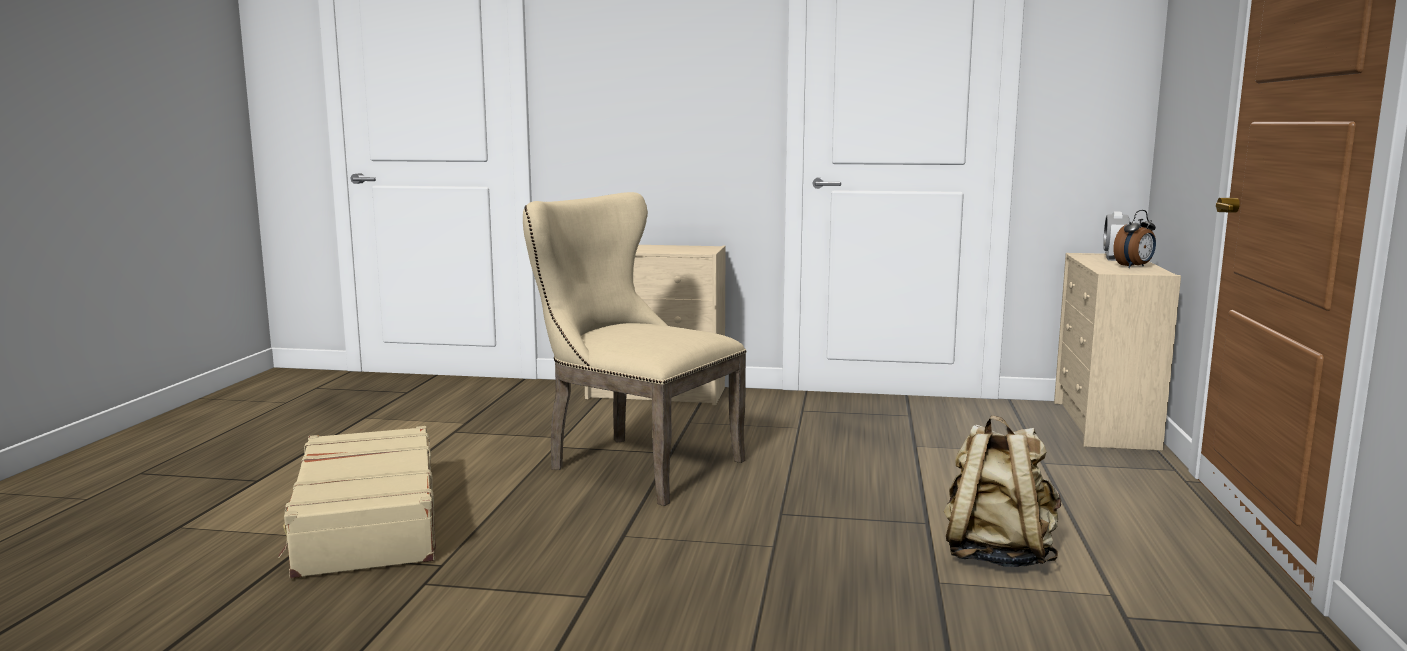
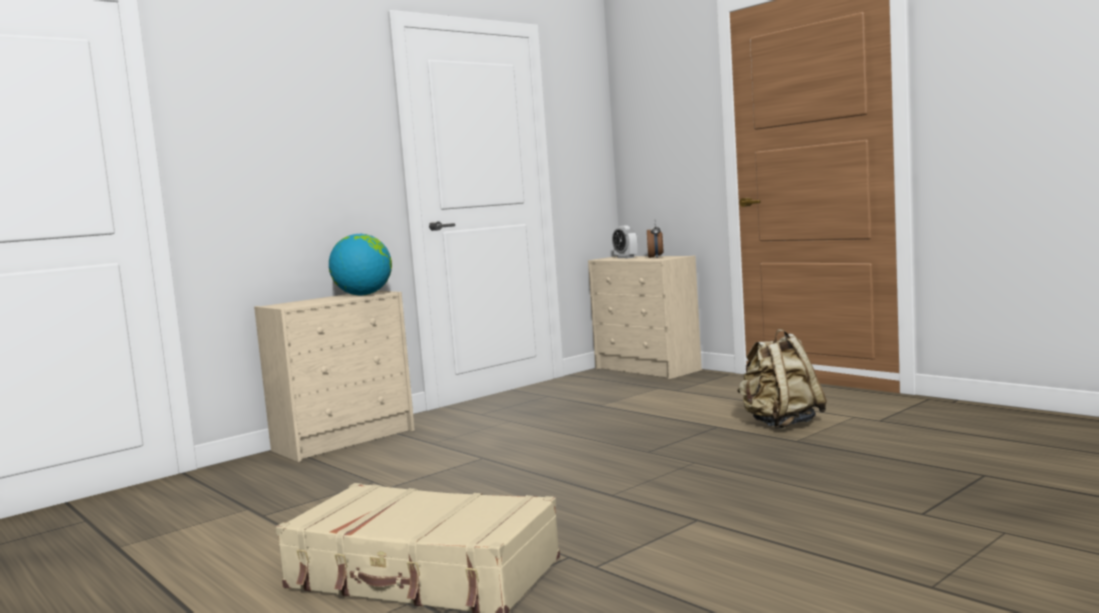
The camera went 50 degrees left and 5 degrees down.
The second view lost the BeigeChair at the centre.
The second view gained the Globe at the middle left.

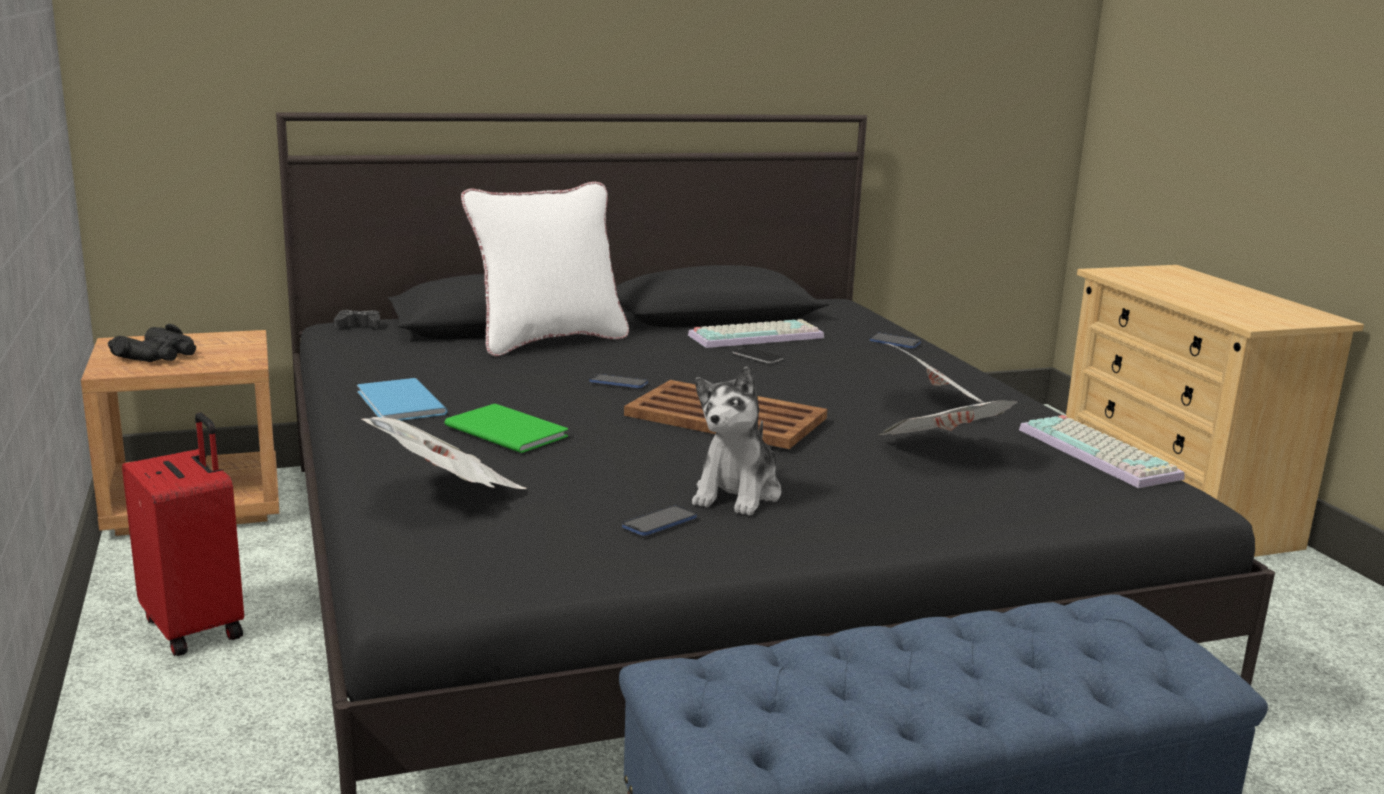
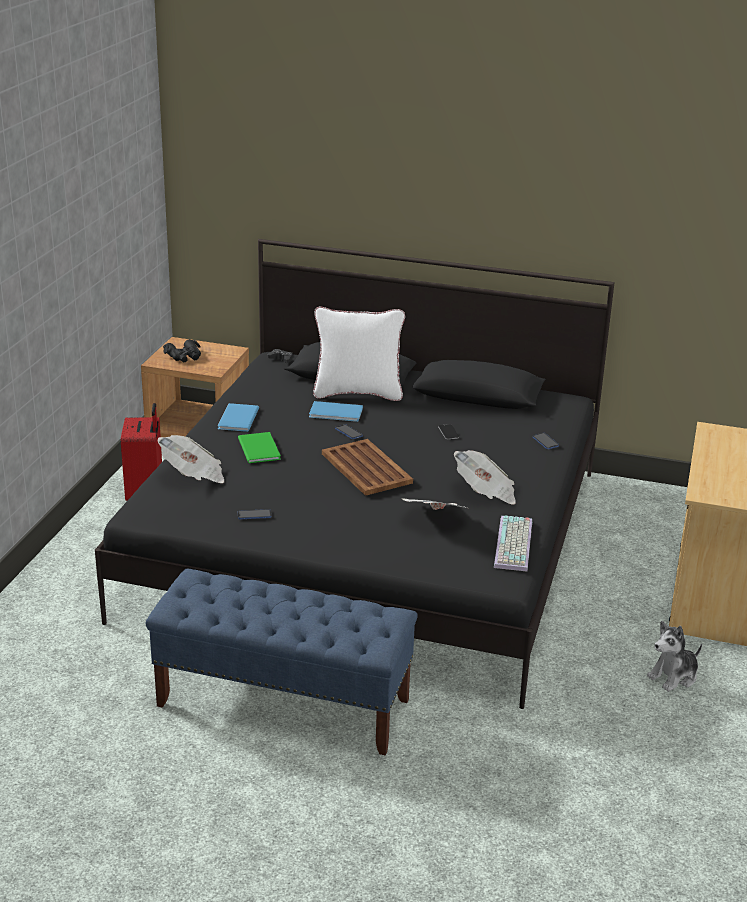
The camera went 35 degrees right and 10 degrees up.
The second view lost the Keyboard (no. 1 from left) at the centre.
The PlushToy ended up elsewhere, having gone from the centre to the bottom right.
The second view gained the BlueBook (no. 2 from left) at the centre.

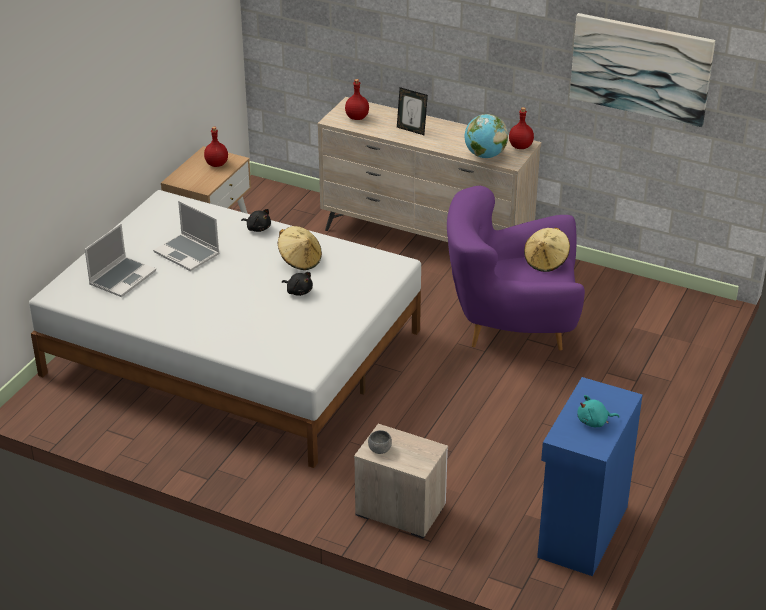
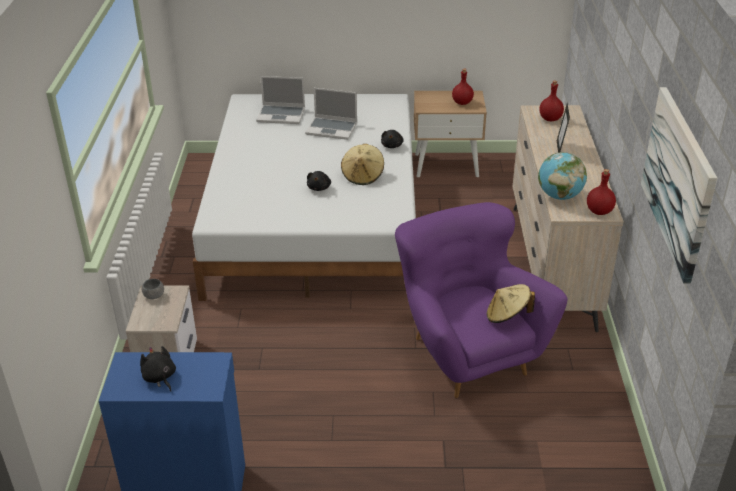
The camera went 65 degrees right and 0 degrees up.
The Laptop (no. 2 from left) at the middle left ended up facing another way, 90 degrees counterclockwise from before.
What was the TurquoisePlushToy at the bottom right turned into the BlackPlushToy (no. 1 from left) at the bottom left.

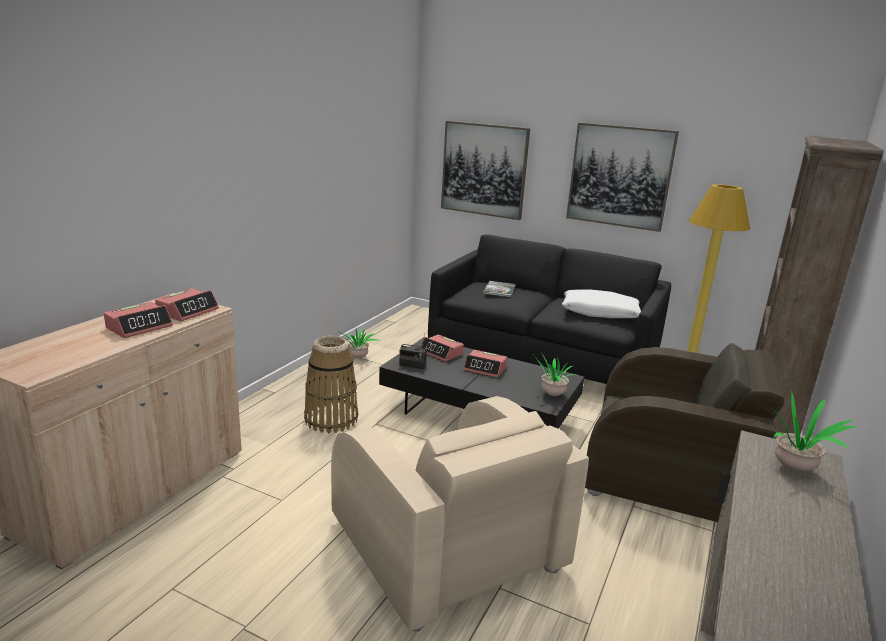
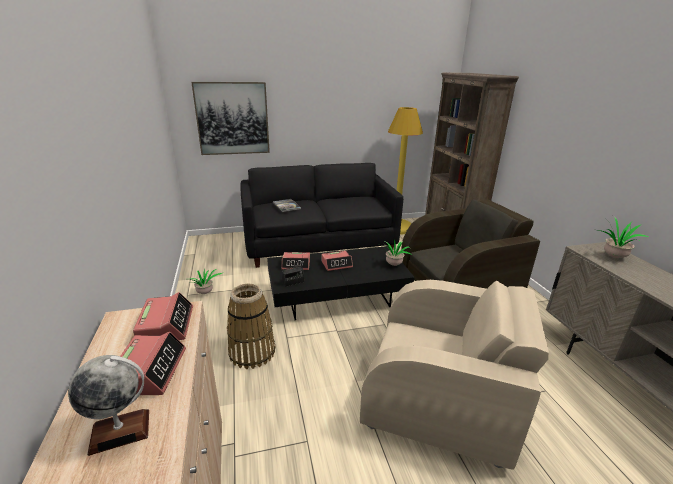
The camera went 40 degrees left and 5 degrees up.
The second view lost the Picture (no. 2 from left) at the top right.
The second view lost the WhitePillow at the middle right.
The second view gained the Globe at the bottom left.

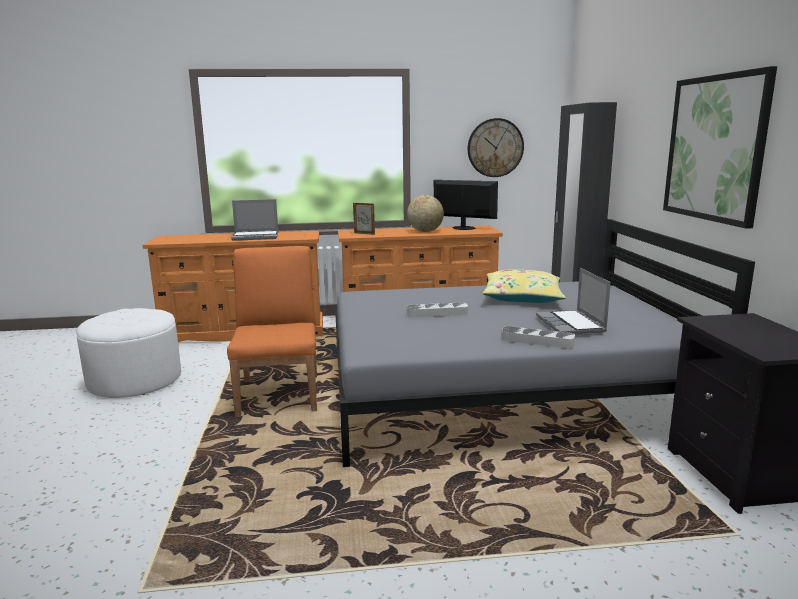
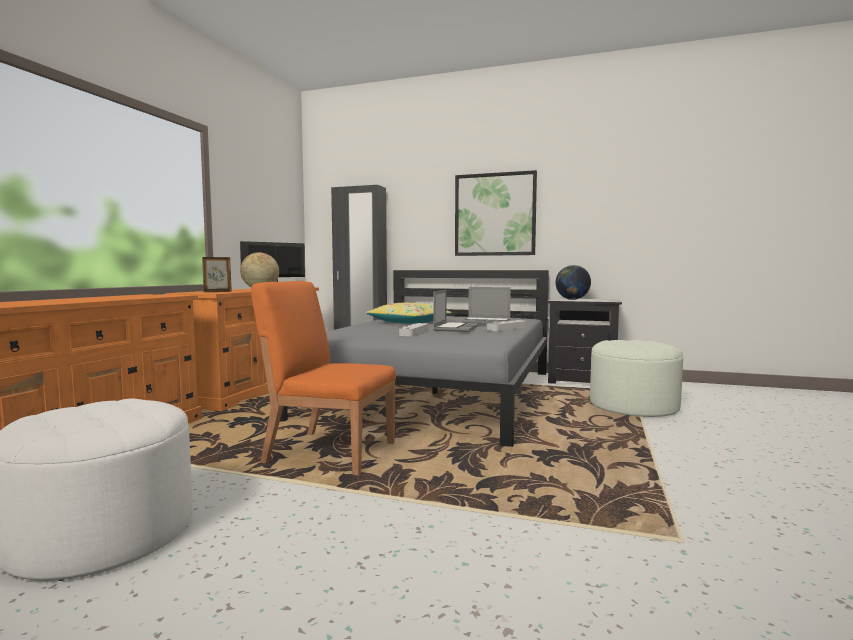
The camera went 65 degrees left and 10 degrees down.
The second view lost the WallClock at the top centre.
The Laptop (no. 1 from left) ended up elsewhere, having gone from the middle left to the centre.
The second view gained the Globe (no. 2 from left) at the middle right.
The second view gained the WhiteOttoman (no. 2 from left) at the middle right.

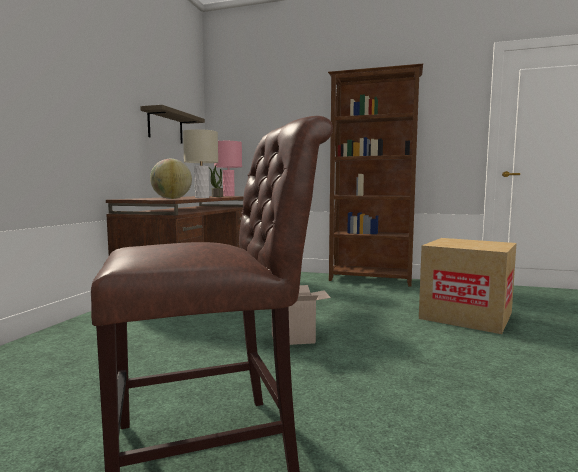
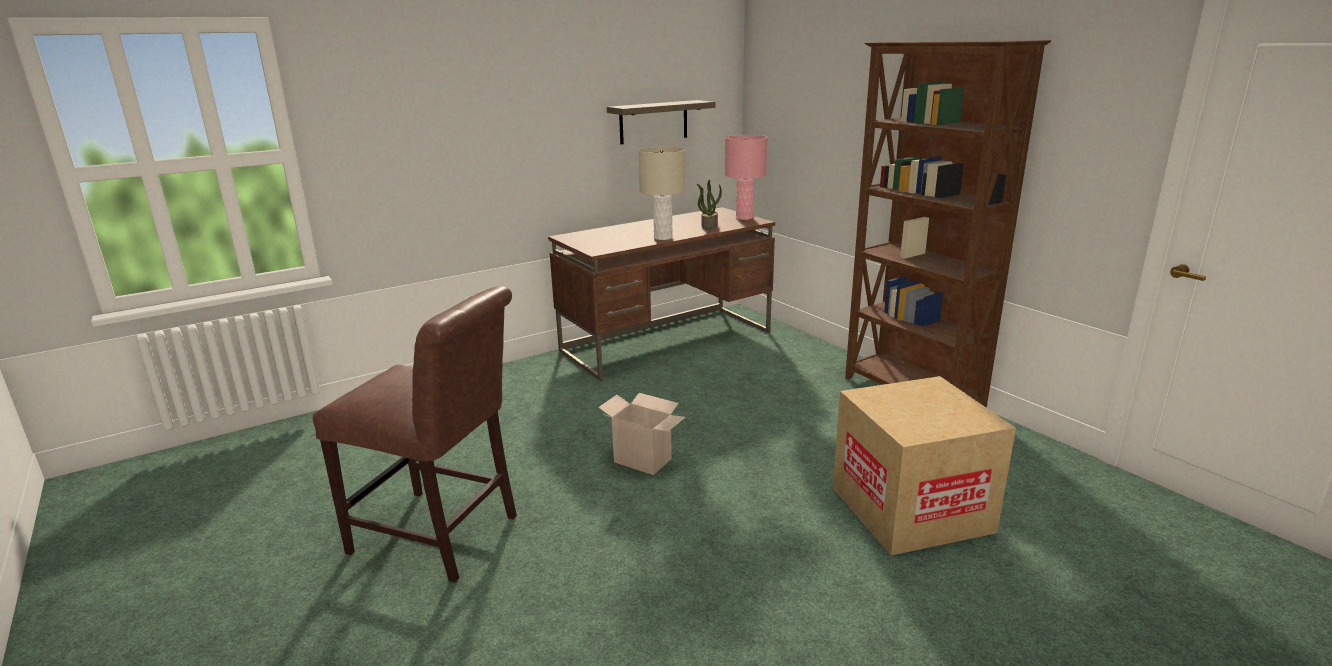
The camera went 40 degrees right and 15 degrees up.
The second view lost the Globe at the middle left.

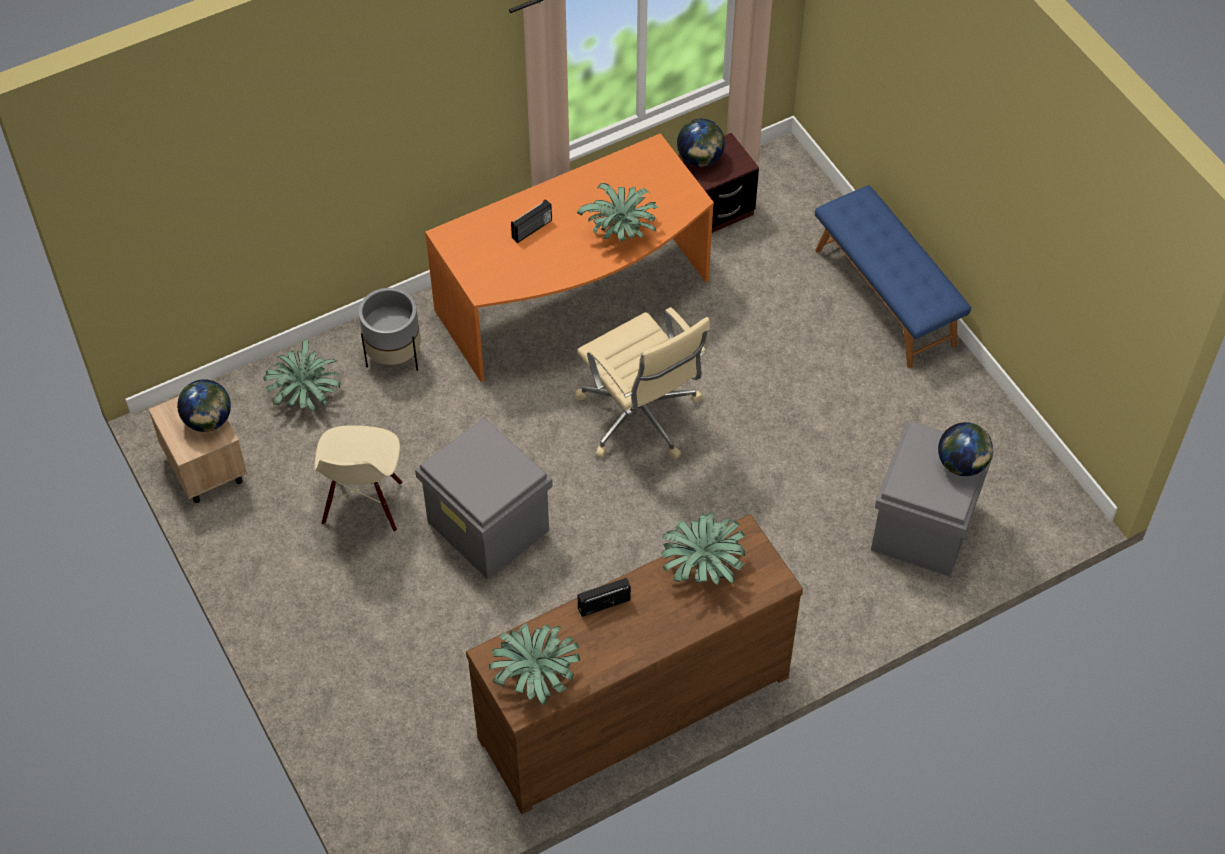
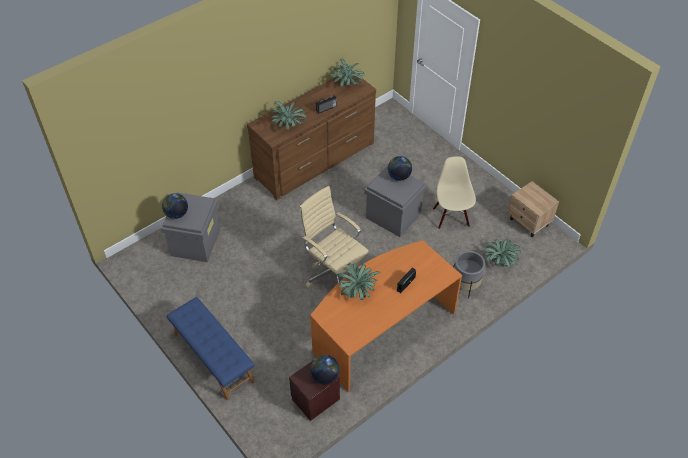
The camera went 170 degrees right and 5 degrees down.
The Globe (no. 1 from left in the first image) ended up elsewhere, having gone from the middle left to the centre.

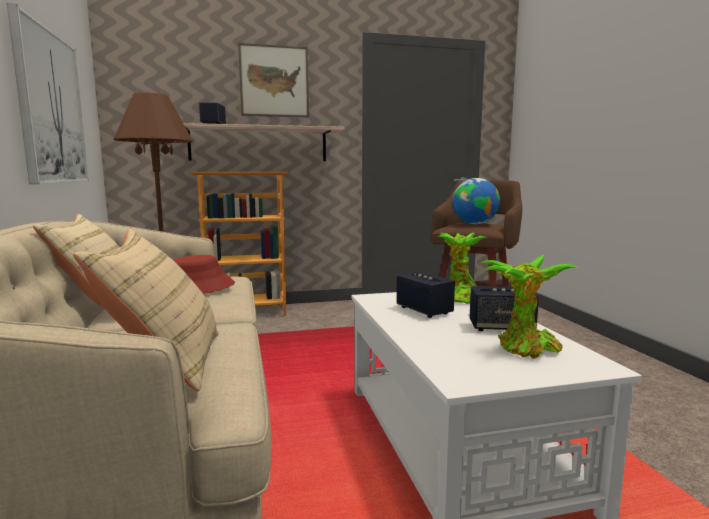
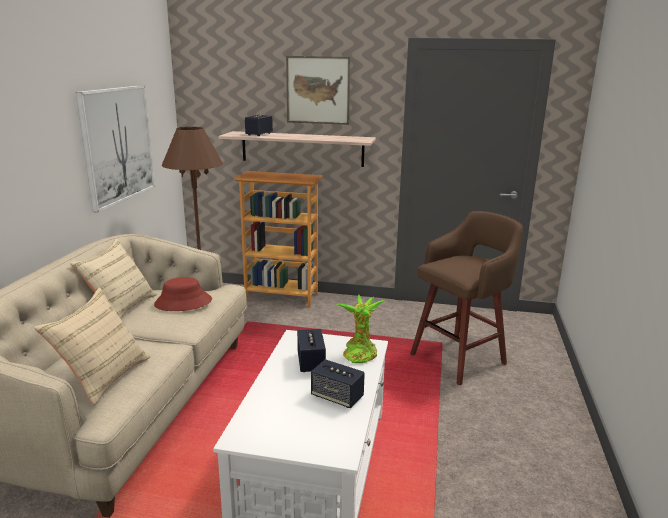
The camera went 25 degrees right and 10 degrees up.
The second view lost the Globe at the middle right.
The second view lost the PottedPlant (no. 2 from left) at the middle right.

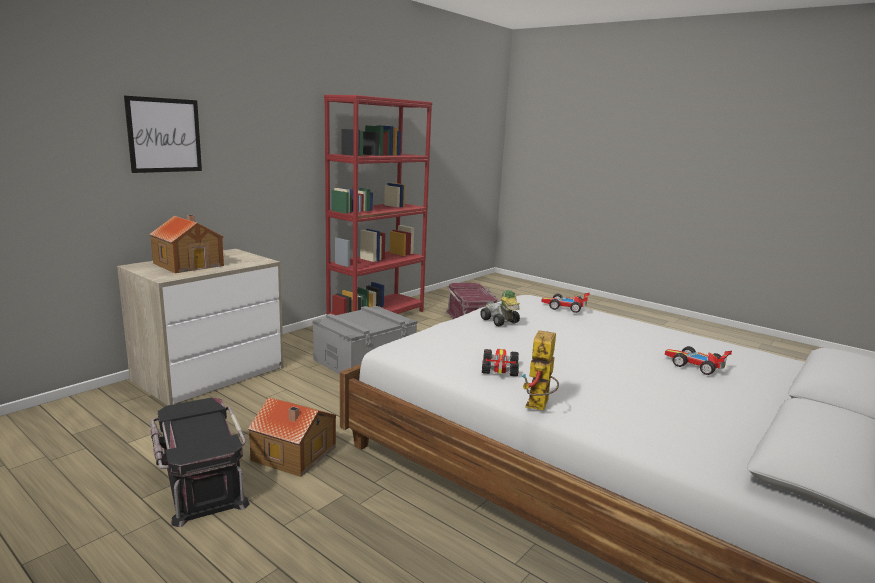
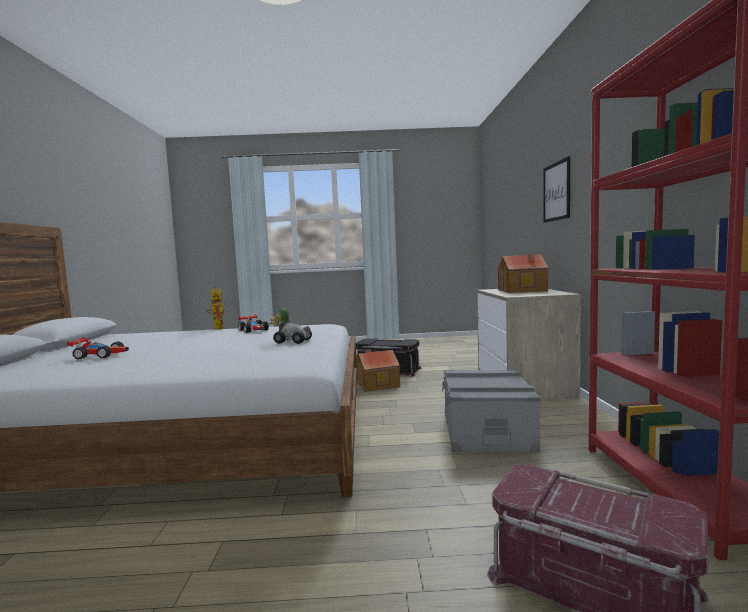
The camera went 140 degrees right and 10 degrees down.
The second view lost the ToyCar (no. 3 from left) at the centre.

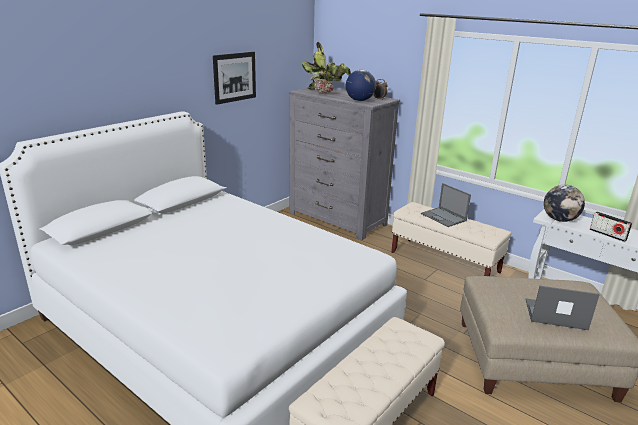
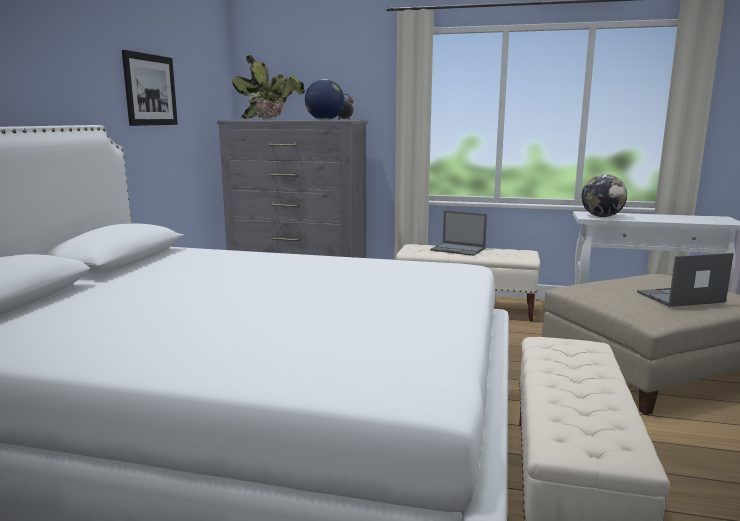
The camera went 25 degrees left and 10 degrees down.
The second view lost the Radio at the middle right.

